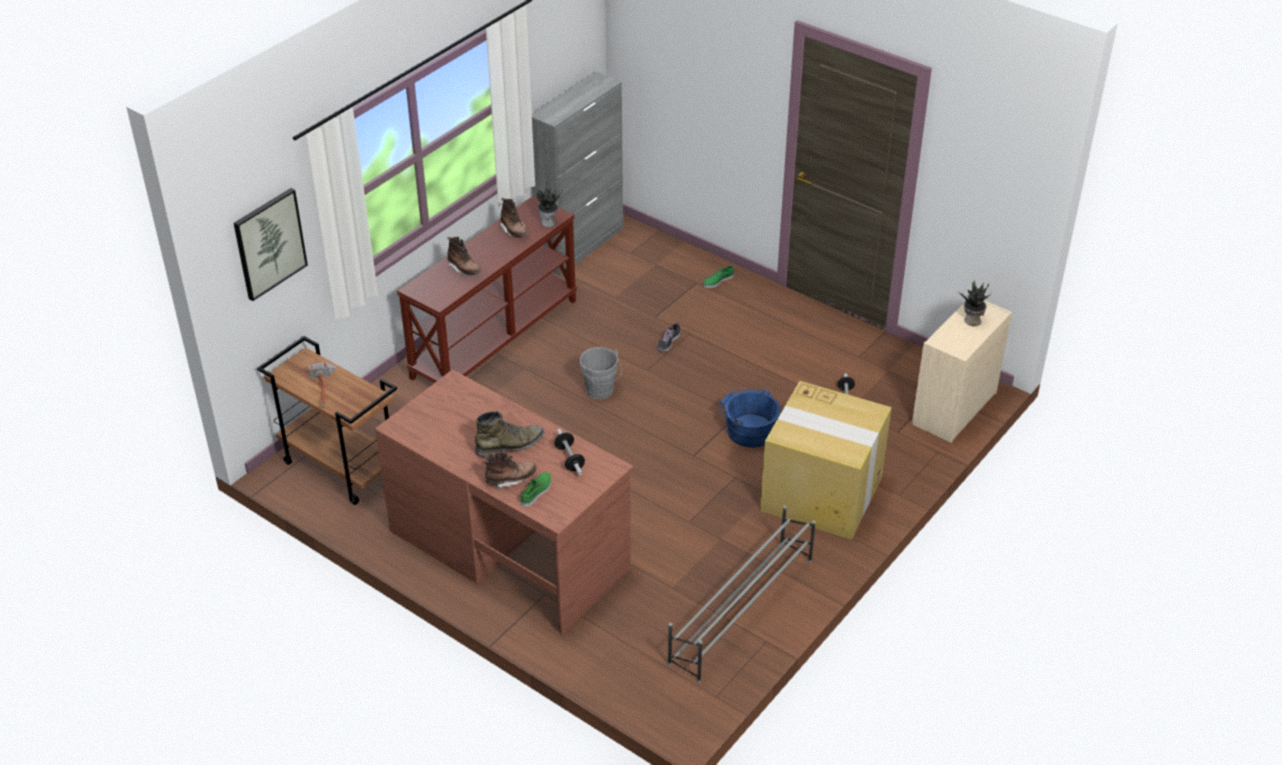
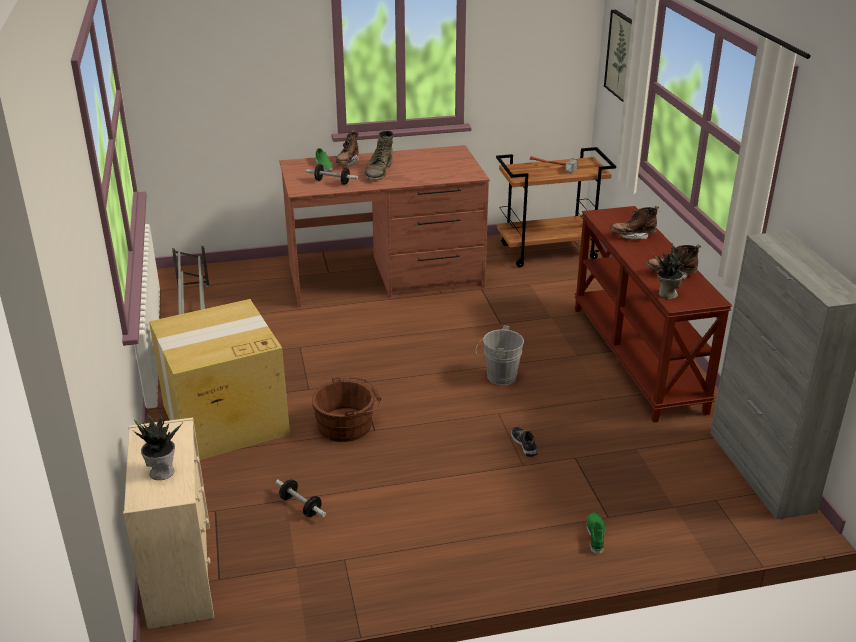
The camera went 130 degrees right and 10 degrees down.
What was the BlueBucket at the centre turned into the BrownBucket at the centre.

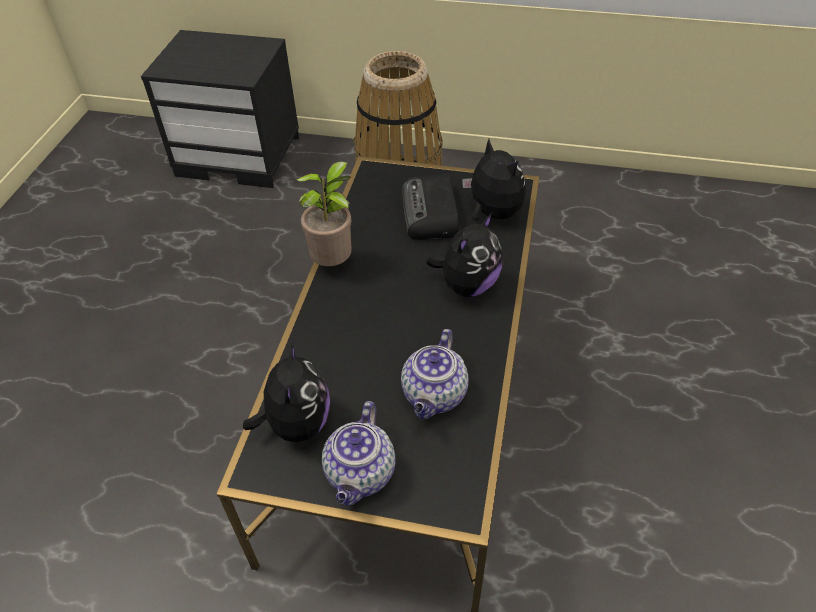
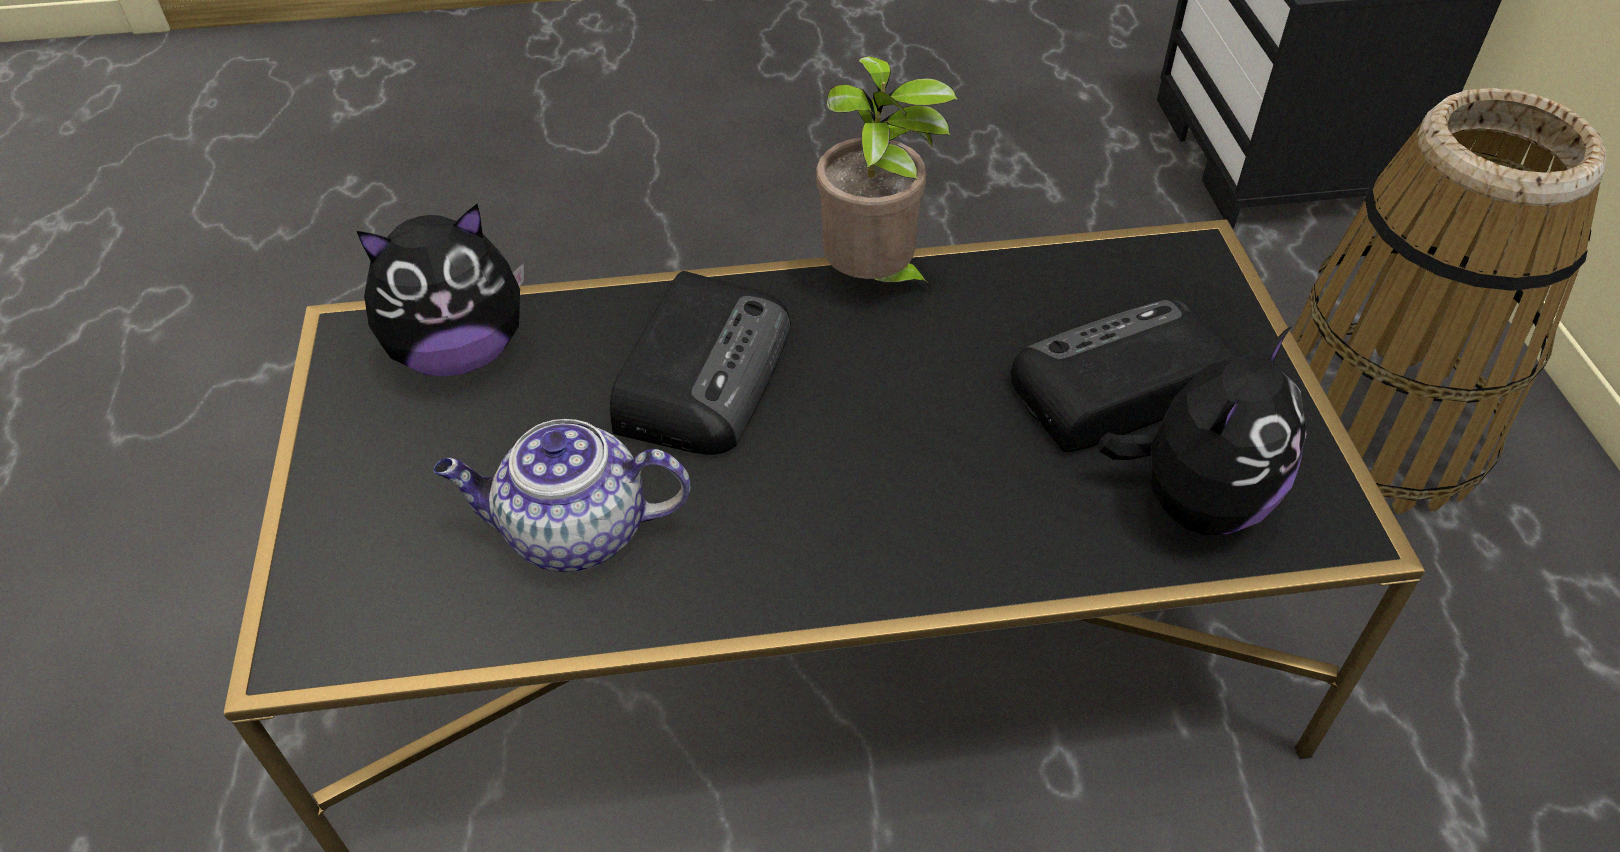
The camera went 70 degrees right and 0 degrees up.
The second view lost the PlushToy (no. 2 from left) at the centre.
The second view lost the Teapot (no. 1 from left) at the bottom centre.
The second view gained the Radio (no. 1 from left) at the centre.

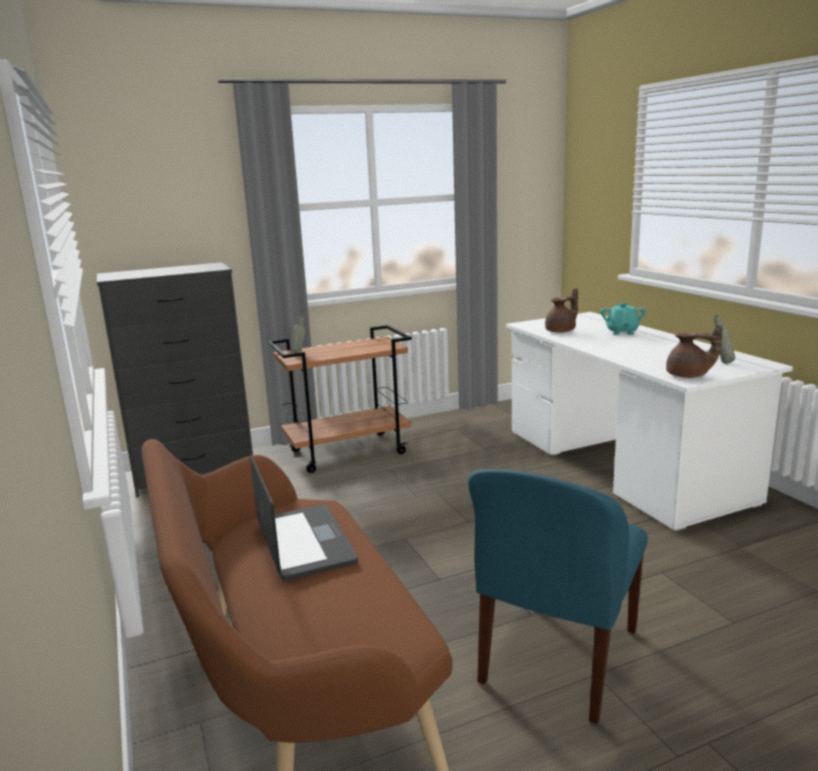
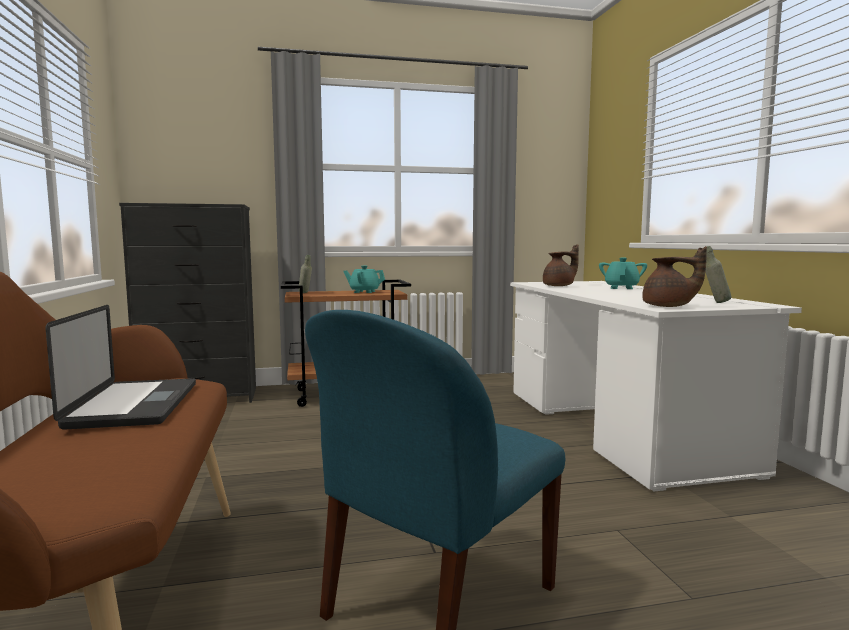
The camera went 10 degrees right and 10 degrees down.
The second view gained the TurquoiseTeapot (no. 1 from left) at the centre.

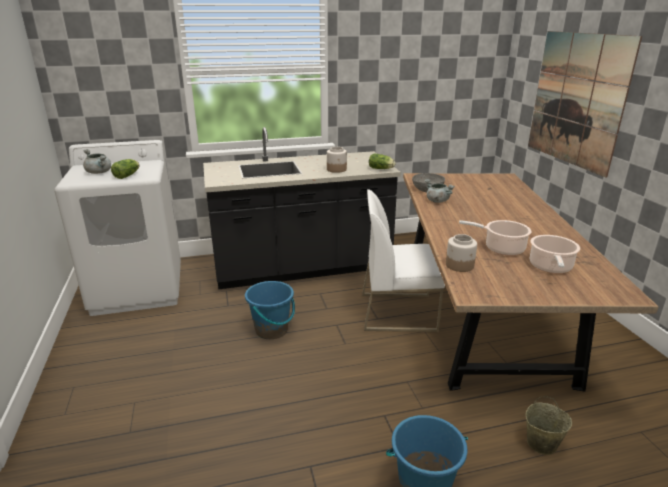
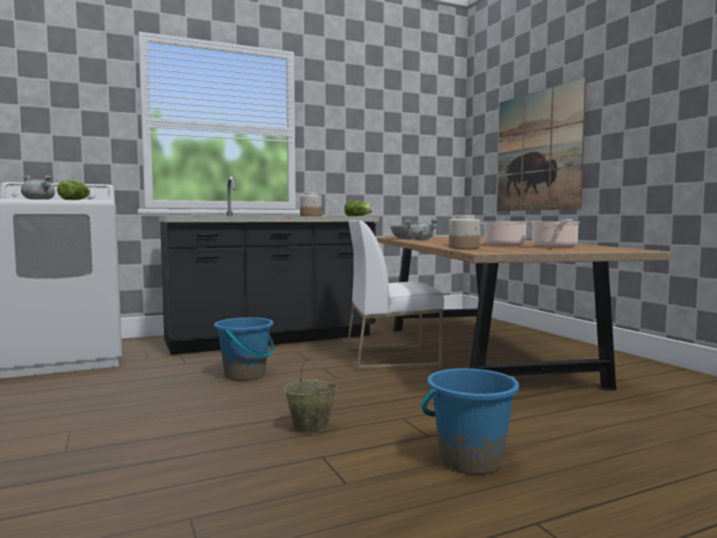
The camera went 10 degrees left and 20 degrees down.
The BeigeBucket ended up elsewhere, having gone from the bottom right to the bottom centre.

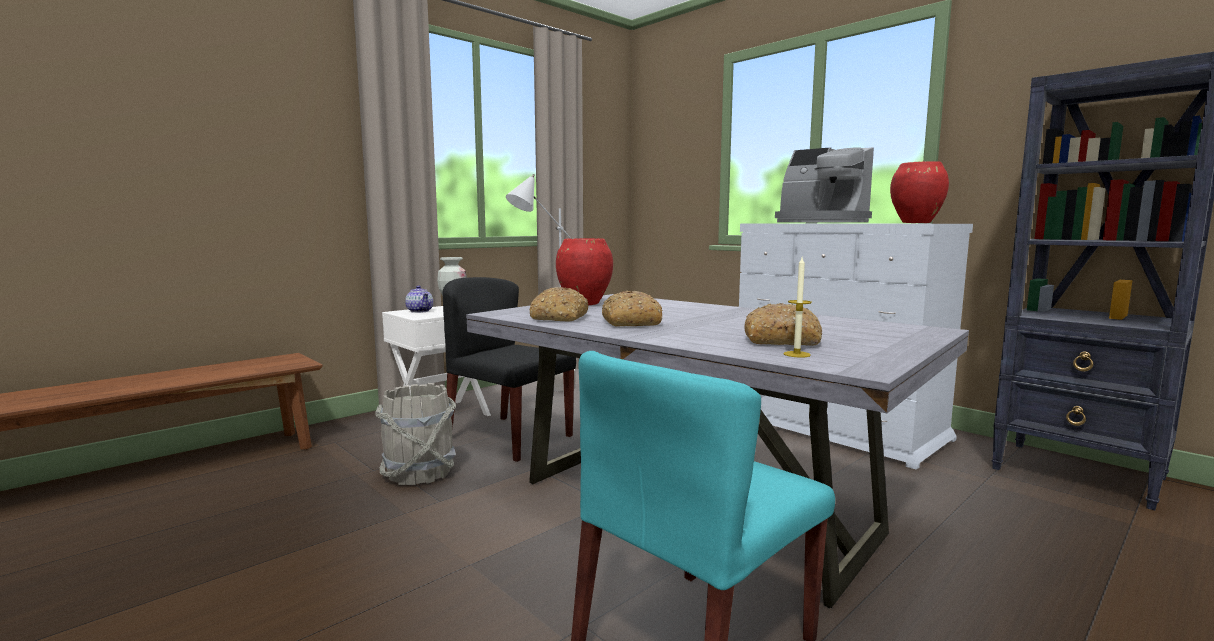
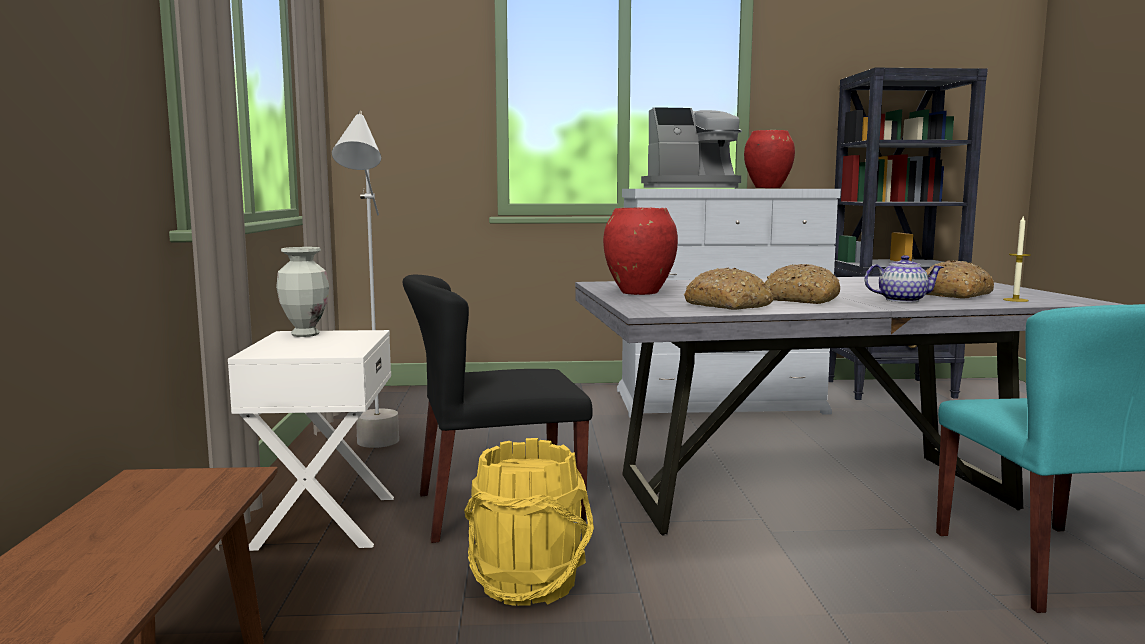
The camera went 50 degrees left and 0 degrees up.
The Teapot ended up elsewhere, having gone from the centre to the middle right.
What was the GreyBucket at the bottom centre turned into the YellowBucket at the bottom centre.

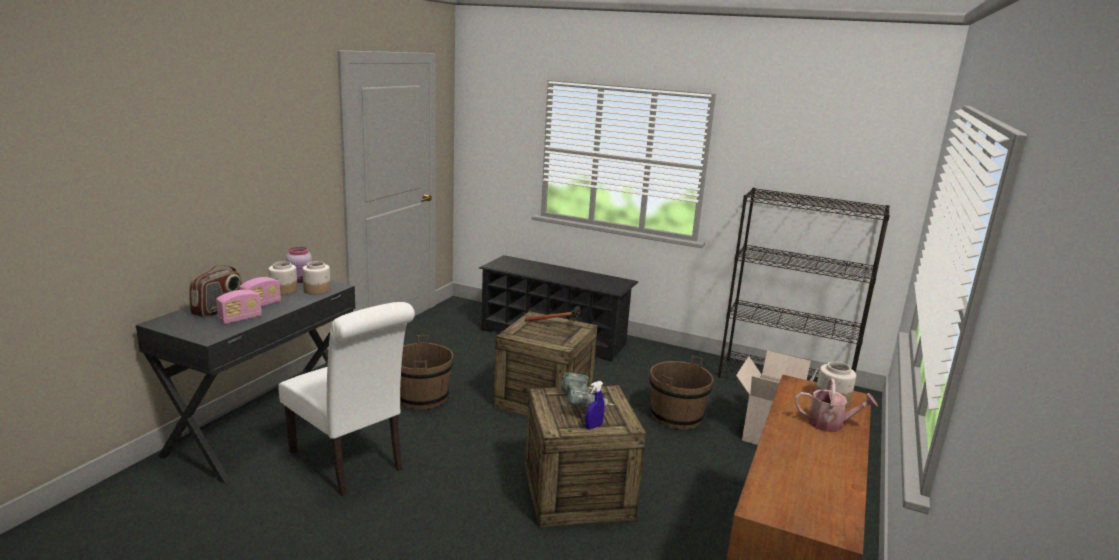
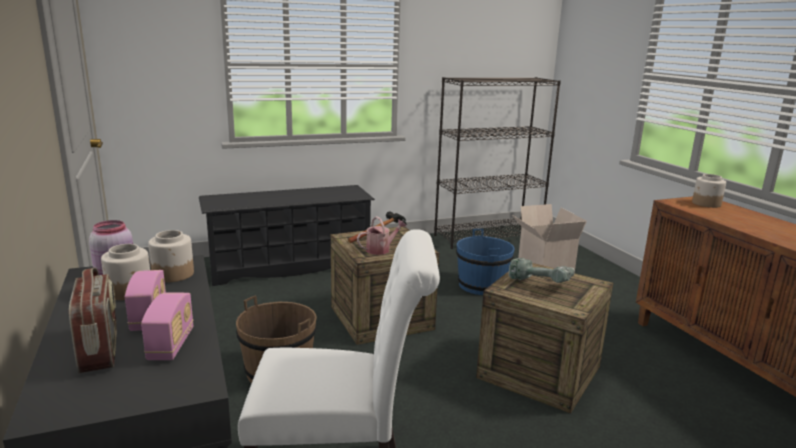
The camera went 45 degrees left and 0 degrees up.
What was the BrownBucket (no. 2 from left) at the bottom centre turned into the BlueBucket at the centre.
The WateringCan ended up elsewhere, having gone from the bottom right to the centre.
The second view lost the BlueSprayBottle at the bottom centre.

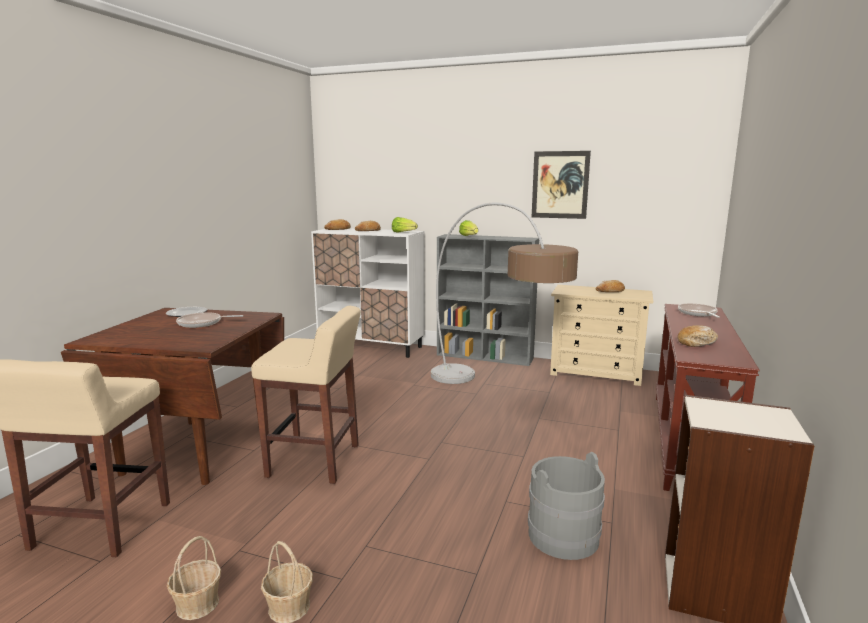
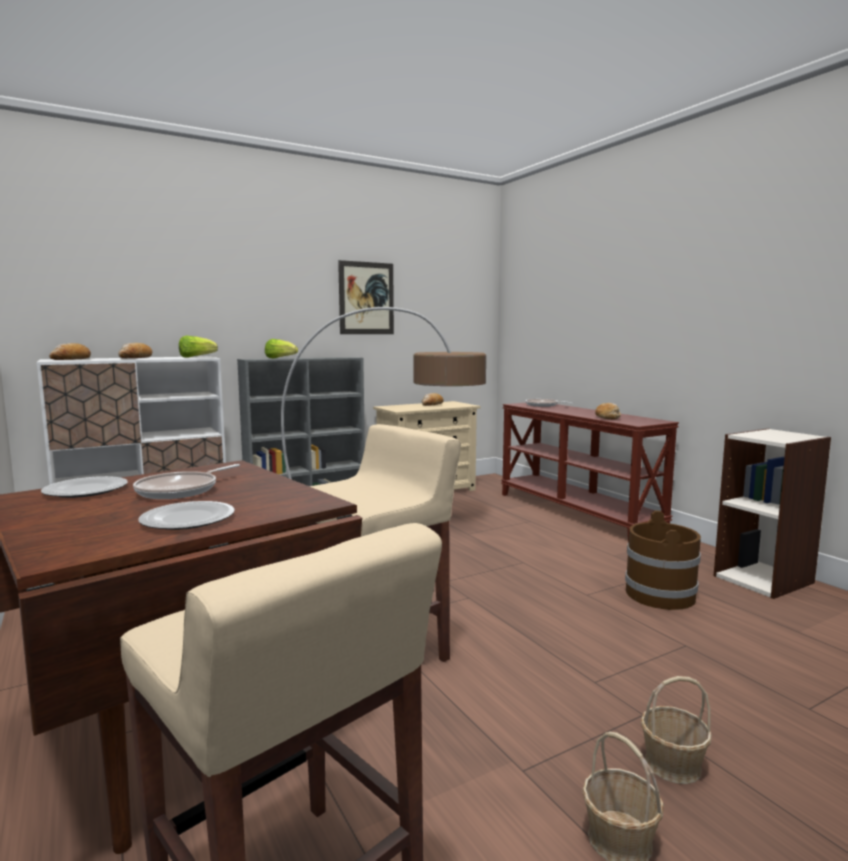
The camera went 50 degrees left and 5 degrees down.
What was the GreyBucket at the bottom centre turned into the BrownBucket at the middle right.
The second view gained the Plate (no. 2 from left) at the middle left.

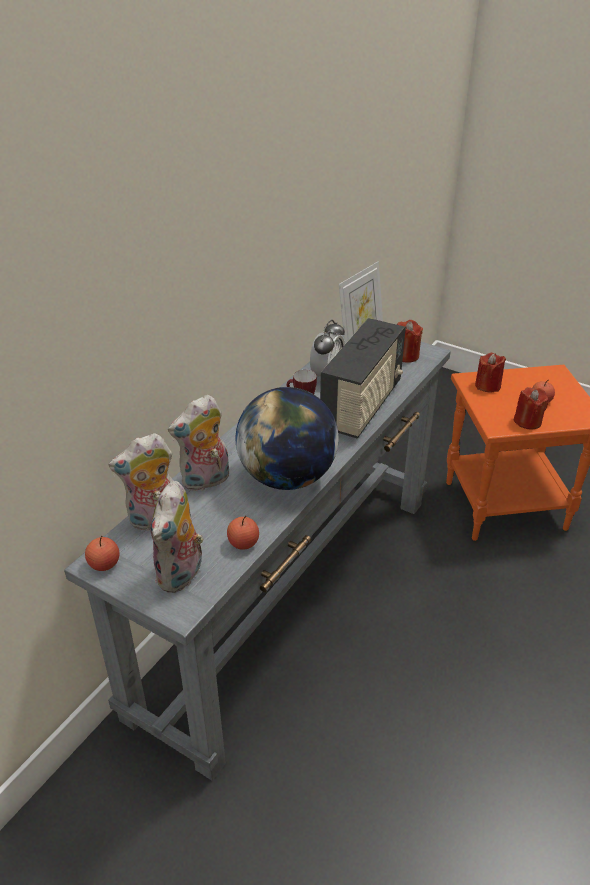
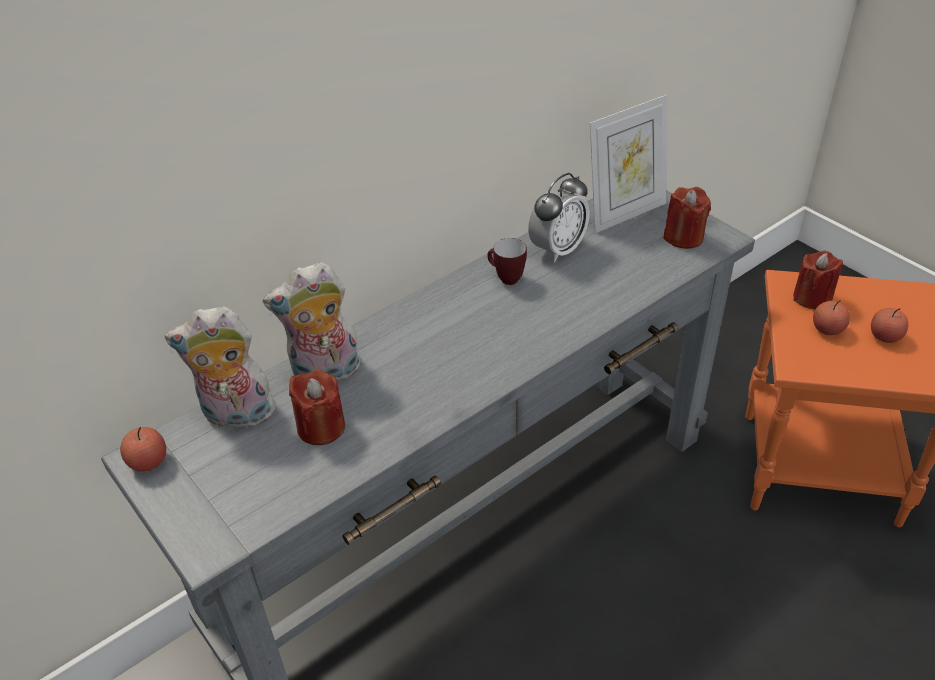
The camera went 20 degrees right and 5 degrees up.
The second view lost the Radio at the centre.
The second view lost the Globe at the centre.
The RedCandle (no. 3 from left in the first image) ended up elsewhere, having gone from the middle right to the centre.
The second view lost the PlushToy (no. 2 from left) at the middle left.
The Apple (no. 2 from left) ended up elsewhere, having gone from the centre to the middle right.

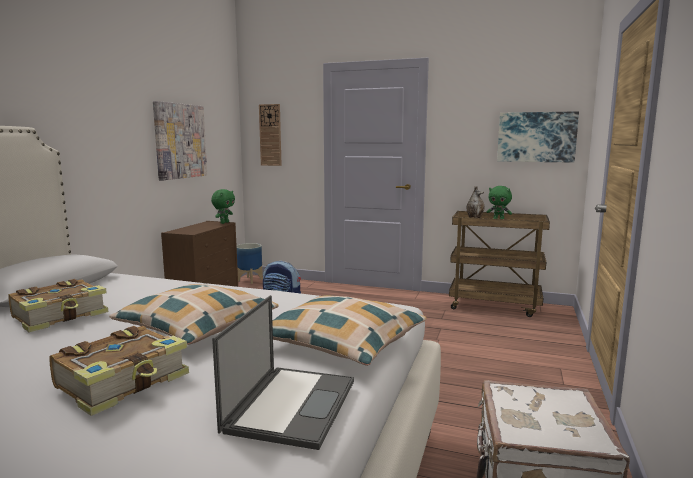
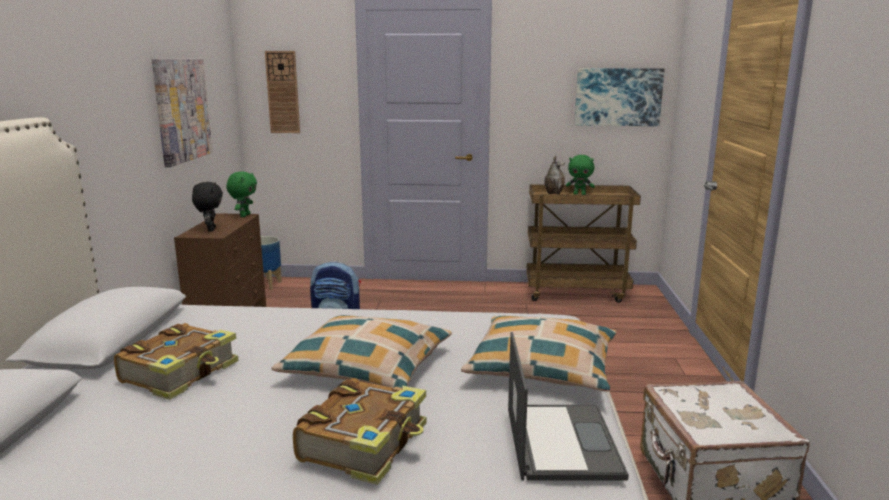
The camera went 15 degrees left and 5 degrees up.
The second view gained the BlackPlushToy at the middle left.

